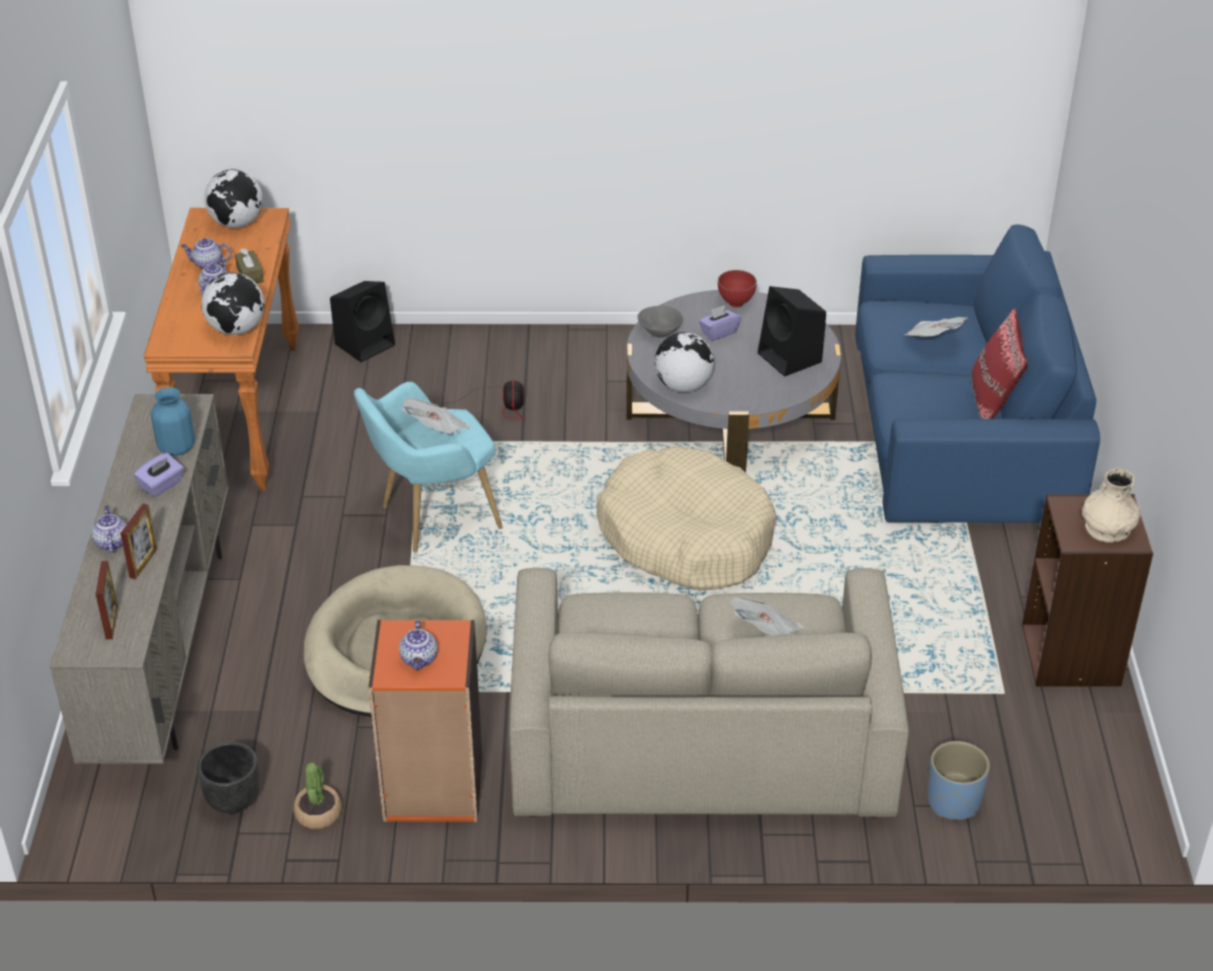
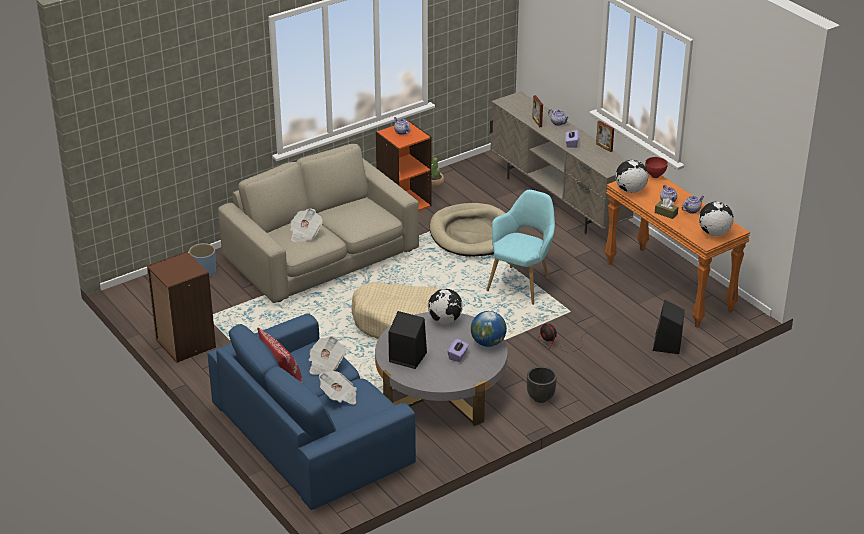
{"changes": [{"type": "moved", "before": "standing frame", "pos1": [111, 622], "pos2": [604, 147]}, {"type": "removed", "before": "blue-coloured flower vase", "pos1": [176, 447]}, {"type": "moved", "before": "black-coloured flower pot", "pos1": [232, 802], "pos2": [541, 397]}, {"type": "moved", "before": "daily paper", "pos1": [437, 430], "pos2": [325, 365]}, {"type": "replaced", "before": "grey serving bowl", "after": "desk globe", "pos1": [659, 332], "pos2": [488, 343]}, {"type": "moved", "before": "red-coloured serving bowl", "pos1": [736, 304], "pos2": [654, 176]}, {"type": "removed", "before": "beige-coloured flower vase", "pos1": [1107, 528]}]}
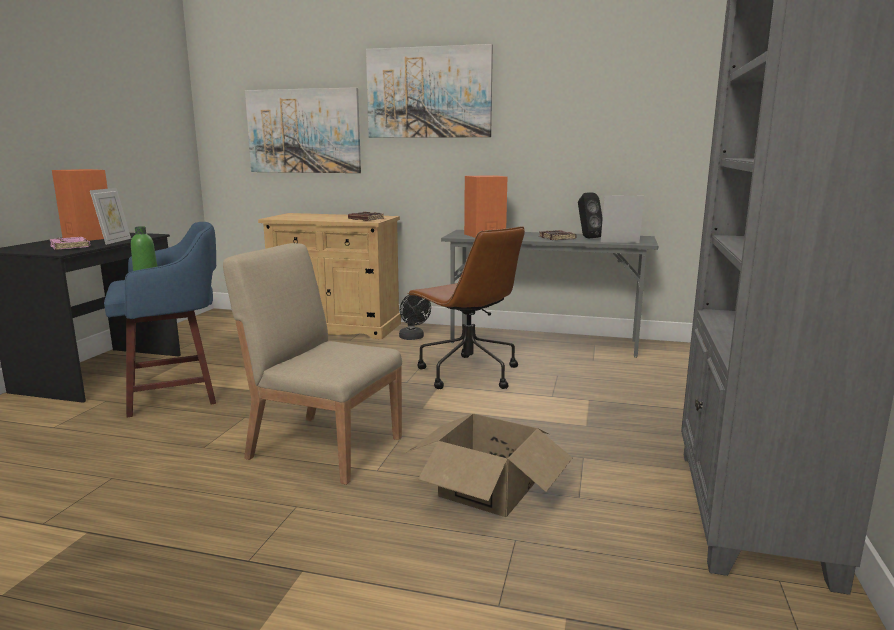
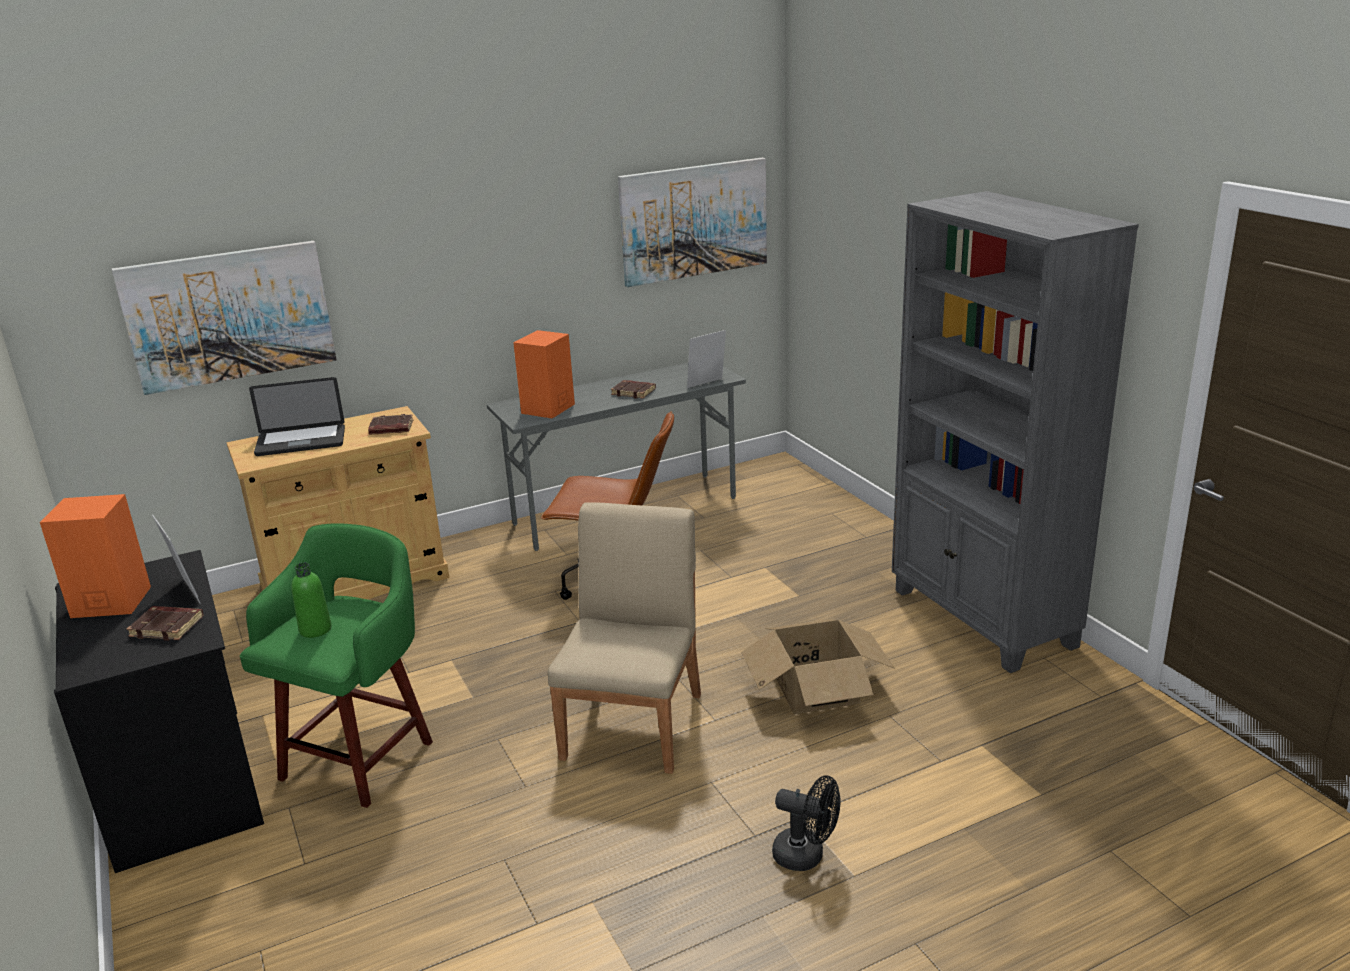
{"changes": [{"type": "recoloured", "before": "pinkish volume", "after": "brown-coloured volume", "pos1": [71, 247], "pos2": [168, 627]}, {"type": "recoloured", "before": "blue-coloured stool seat", "after": "green-coloured stool seat", "pos1": [176, 395], "pos2": [360, 757]}, {"type": "turned", "before": "beige-coloured chair", "pos1": [324, 447], "pos2": [634, 724], "turn": 120}, {"type": "moved", "before": "picture", "pos1": [429, 93], "pos2": [694, 221]}, {"type": "moved", "before": "black-coloured fan", "pos1": [413, 338], "pos2": [806, 856]}, {"type": "removed", "before": "black-coloured speaker", "pos1": [587, 238]}, {"type": "added", "after": "laptop", "pos2": [301, 442]}]}
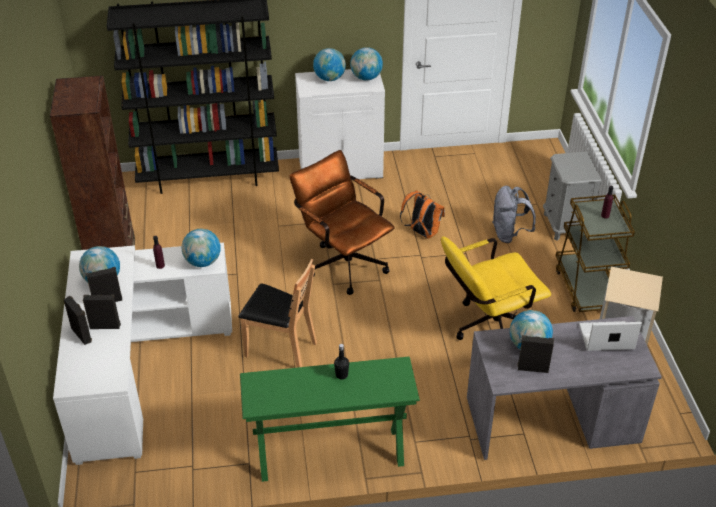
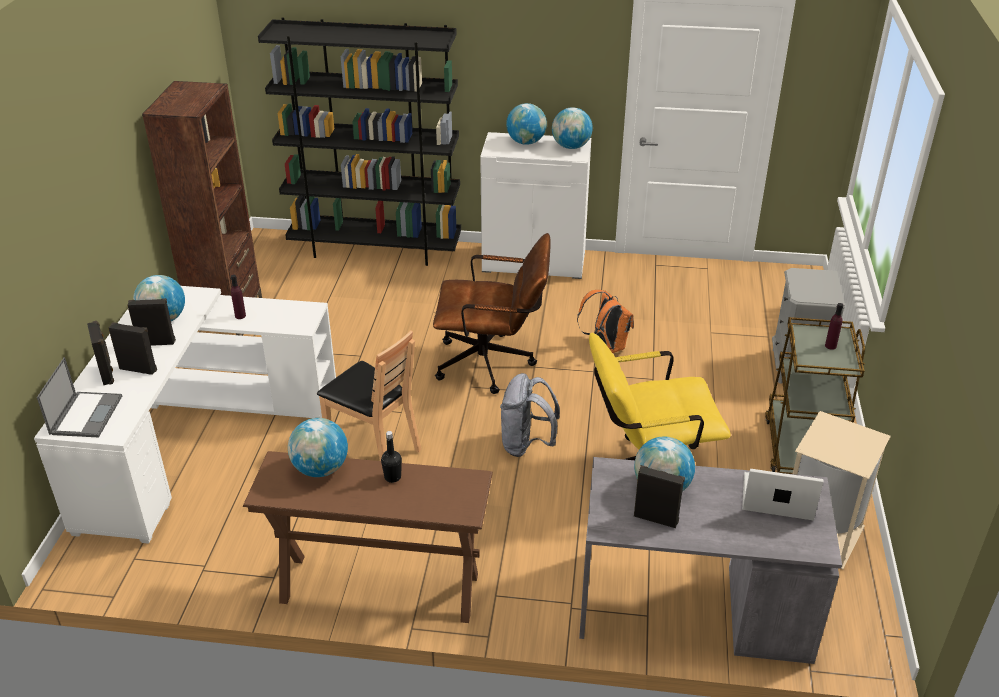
{"changes": [{"type": "moved", "before": "desk globe", "pos1": [202, 262], "pos2": [320, 469]}, {"type": "recoloured", "before": "green-coloured hall table", "after": "brown-coloured hall table", "pos1": [330, 454], "pos2": [379, 588]}, {"type": "turned", "before": "brown-coloured office chair", "pos1": [343, 262], "pos2": [493, 364], "turn": 120}, {"type": "moved", "before": "grey rucksack", "pos1": [509, 234], "pos2": [526, 445]}, {"type": "added", "after": "laptop", "pos2": [86, 414]}]}
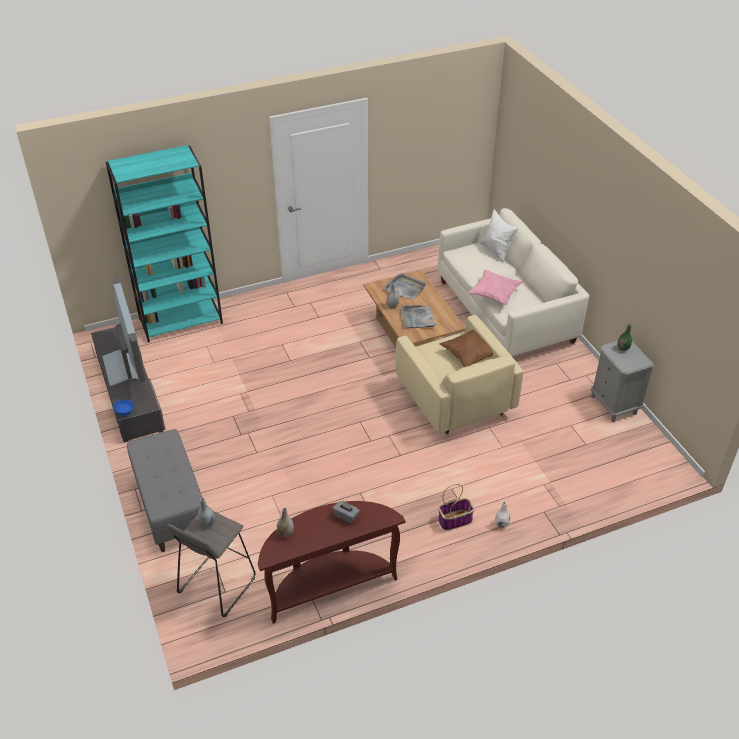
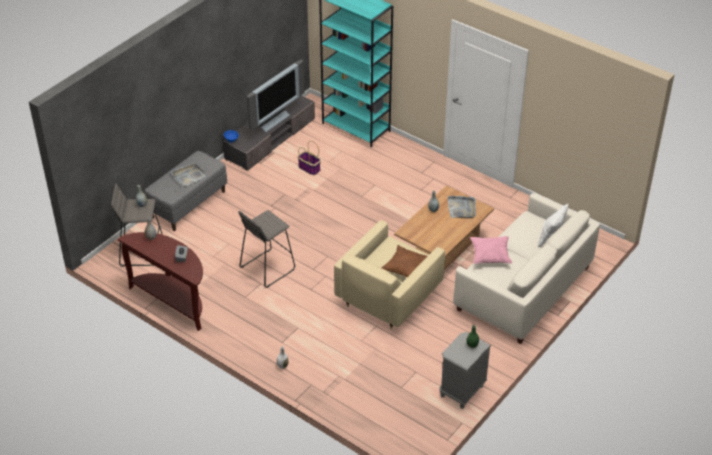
{"changes": [{"type": "moved", "before": "grey serving tray", "pos1": [417, 318], "pos2": [188, 176]}, {"type": "moved", "before": "household basket", "pos1": [455, 520], "pos2": [309, 168]}, {"type": "added", "after": "grey stool seat", "pos2": [267, 268]}]}
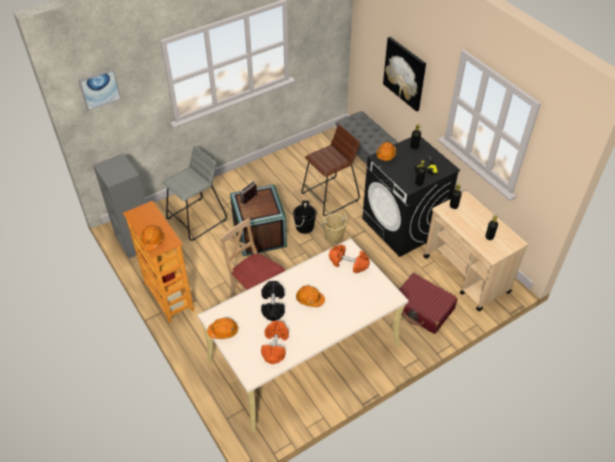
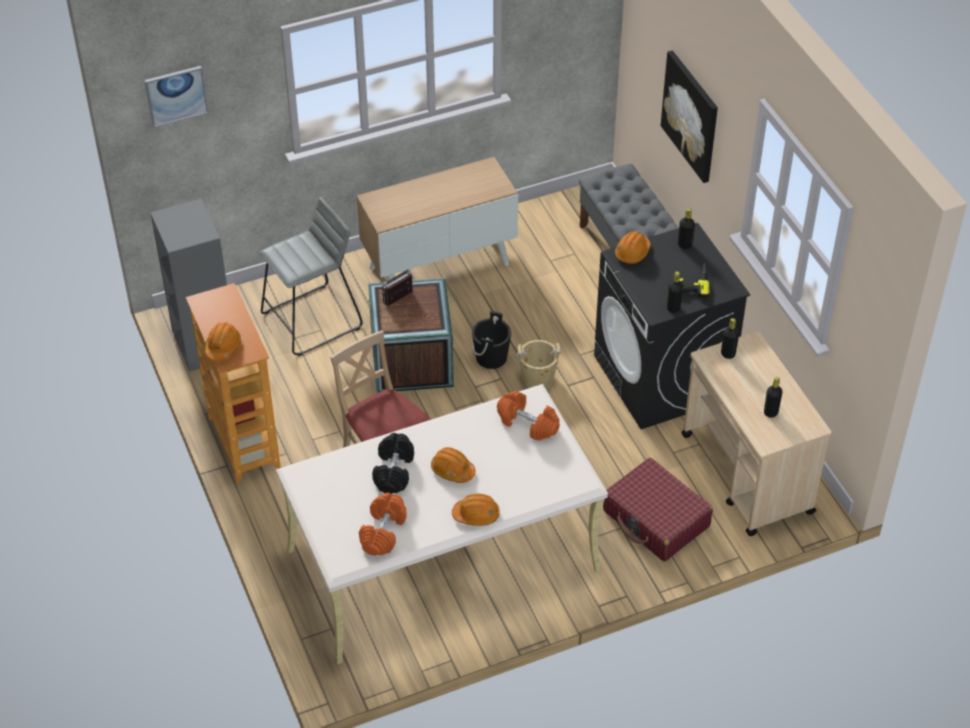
{"changes": [{"type": "moved", "before": "orange work helmet", "pos1": [223, 331], "pos2": [476, 515]}, {"type": "removed", "before": "brown-coloured stool seat", "pos1": [330, 196]}, {"type": "added", "after": "storage cabinet", "pos2": [439, 265]}]}
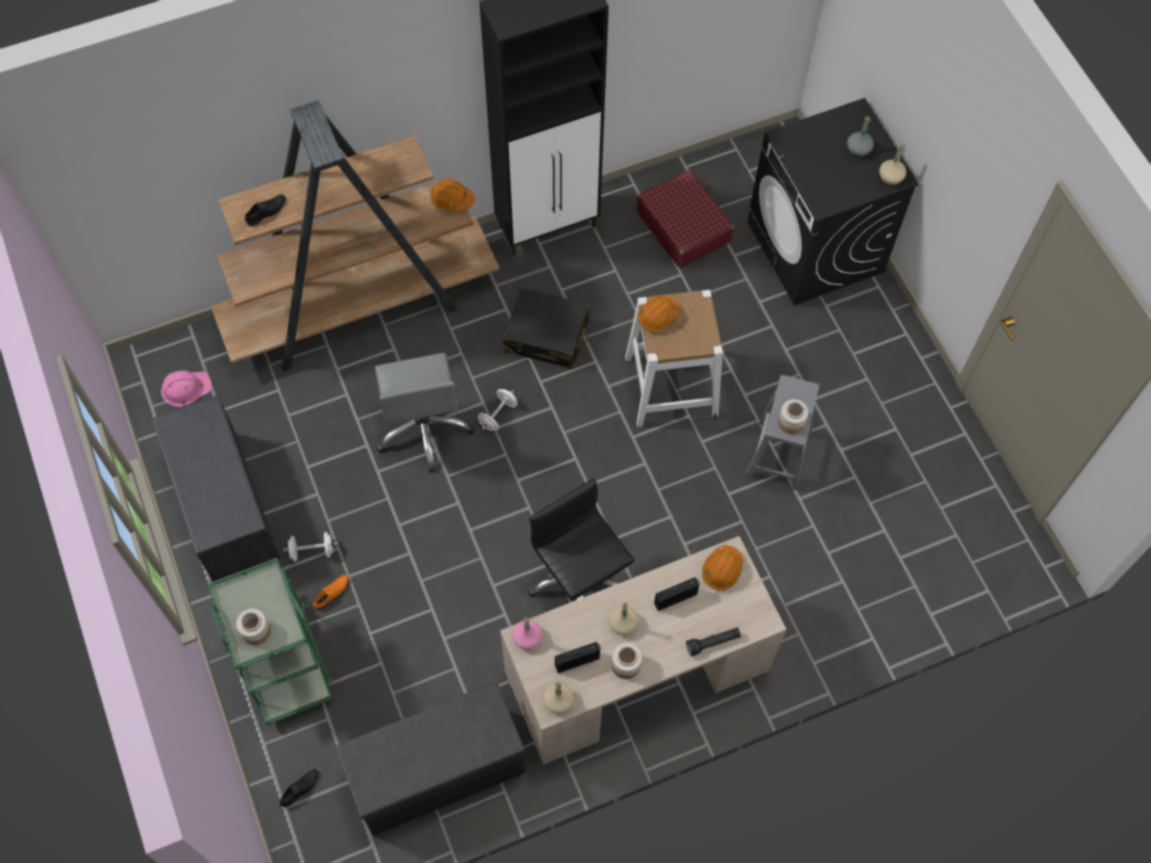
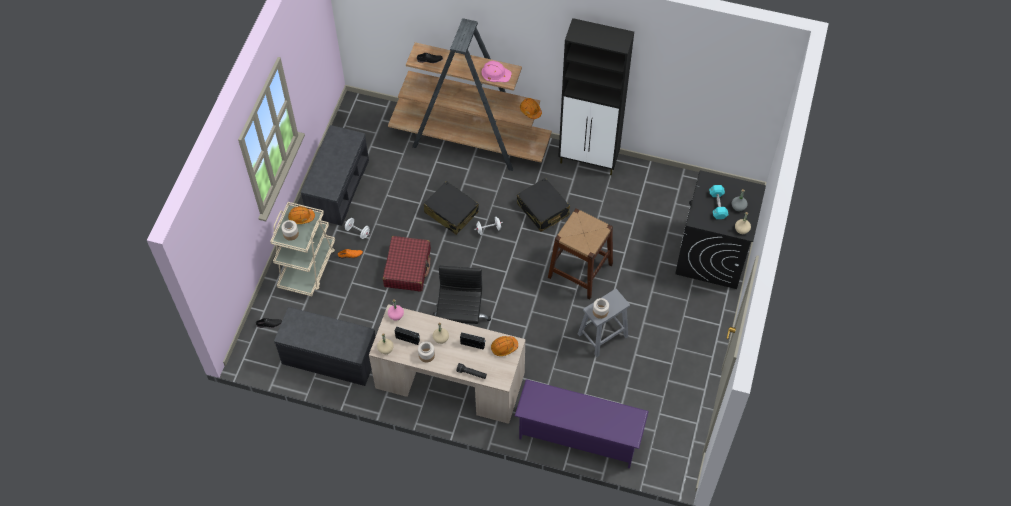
{"changes": [{"type": "moved", "before": "pinkish work helmet", "pos1": [185, 388], "pos2": [496, 73]}, {"type": "recoloured", "before": "green-coloured wheeled cart", "after": "beige-coloured wheeled cart", "pos1": [282, 658], "pos2": [307, 267]}, {"type": "replaced", "before": "grey office chair", "after": "black-coloured travel case", "pos1": [424, 427], "pos2": [451, 212]}, {"type": "recoloured", "before": "white-coloured stool seat", "after": "brown-coloured stool seat", "pos1": [671, 386], "pos2": [580, 270]}, {"type": "moved", "before": "red-coloured travel case", "pos1": [683, 226], "pos2": [407, 268]}, {"type": "moved", "before": "orange work helmet", "pos1": [658, 316], "pos2": [301, 217]}, {"type": "added", "after": "purple-coloured shoe stand", "pos2": [578, 436]}, {"type": "added", "after": "turquoise-coloured dumbbell", "pos2": [717, 205]}]}
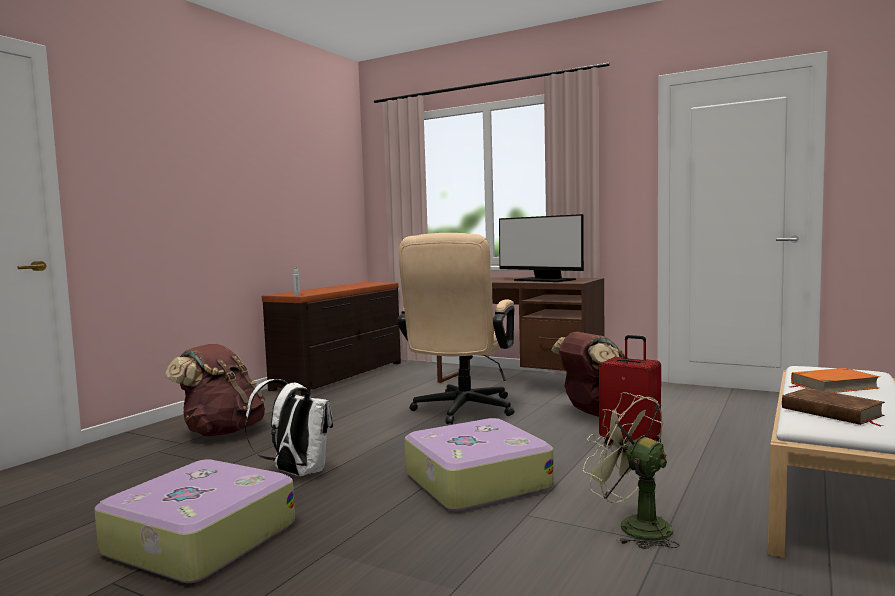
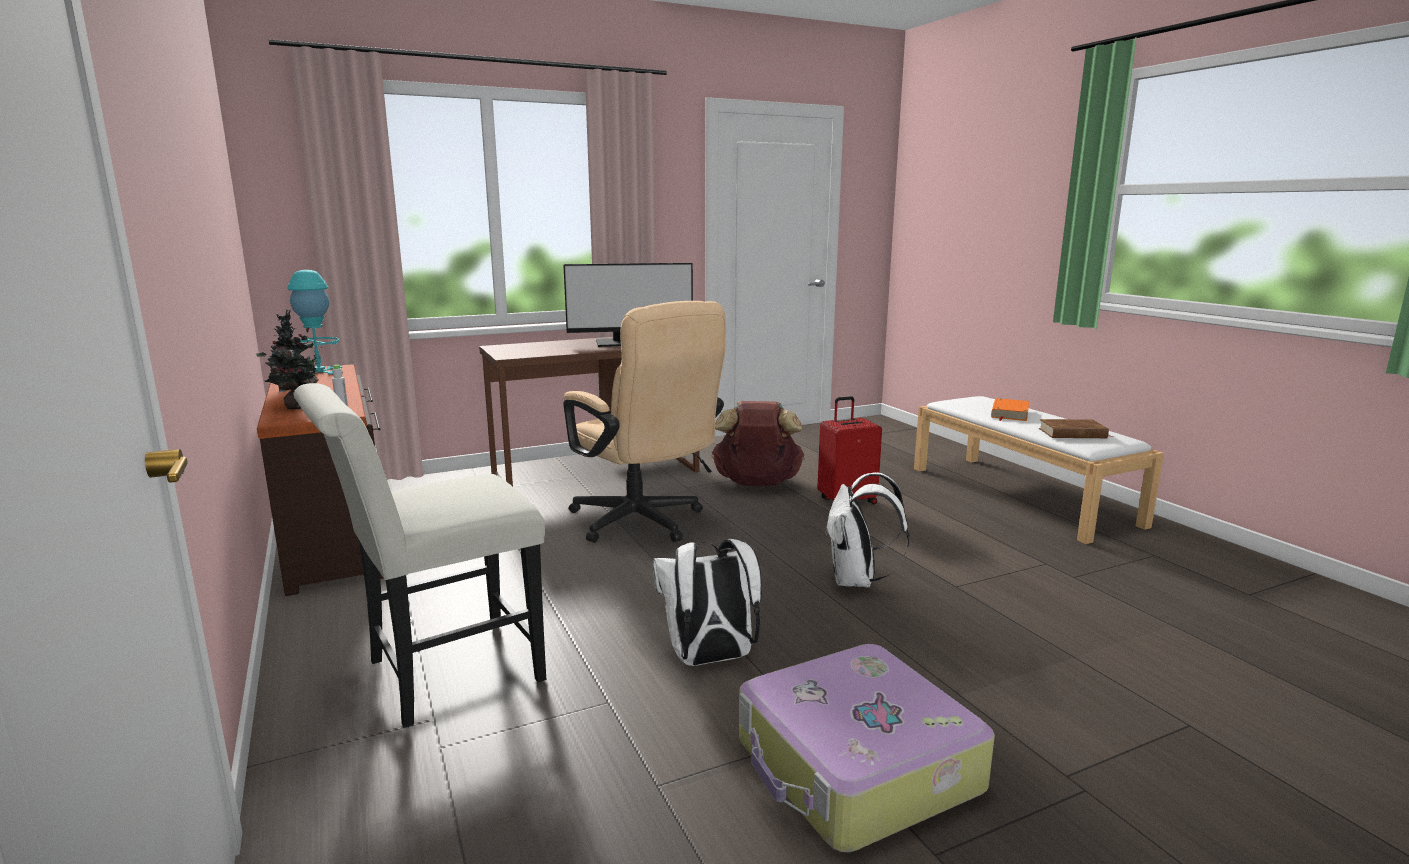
{"changes": [{"type": "replaced", "before": "brown-coloured rucksack", "after": "white-coloured chair", "pos1": [222, 432], "pos2": [442, 674]}, {"type": "replaced", "before": "travel case", "after": "white-coloured rucksack", "pos1": [475, 481], "pos2": [857, 581]}, {"type": "removed", "before": "green-coloured fan", "pos1": [633, 526]}, {"type": "added", "after": "plant in a pot", "pos2": [296, 407]}, {"type": "added", "after": "turquoise-coloured table lamp", "pos2": [319, 371]}]}
